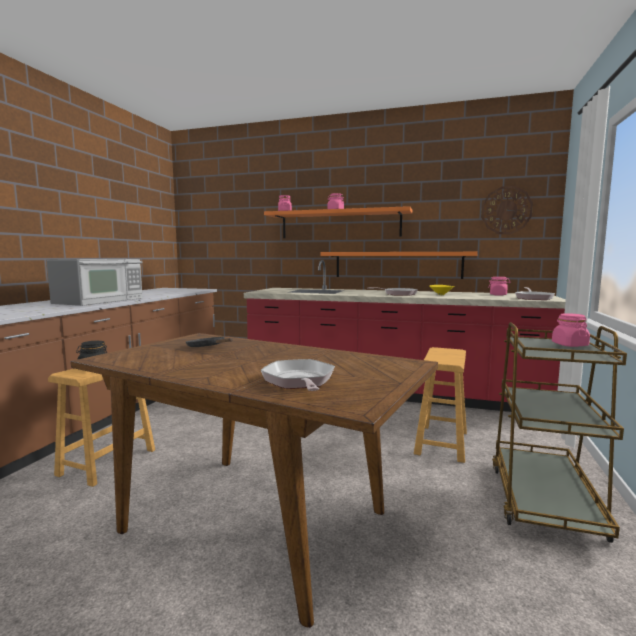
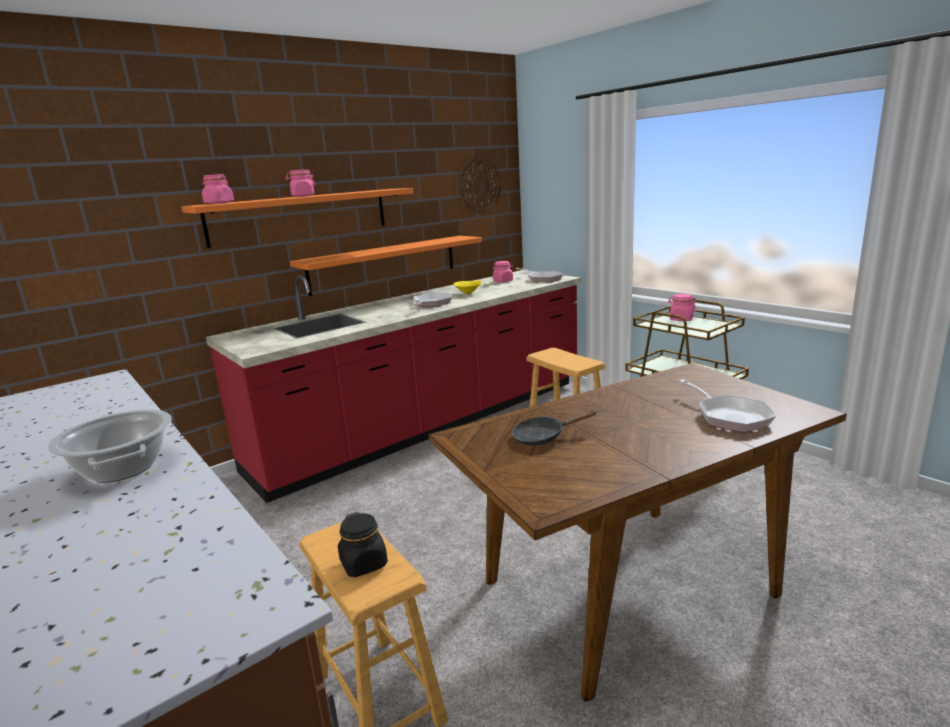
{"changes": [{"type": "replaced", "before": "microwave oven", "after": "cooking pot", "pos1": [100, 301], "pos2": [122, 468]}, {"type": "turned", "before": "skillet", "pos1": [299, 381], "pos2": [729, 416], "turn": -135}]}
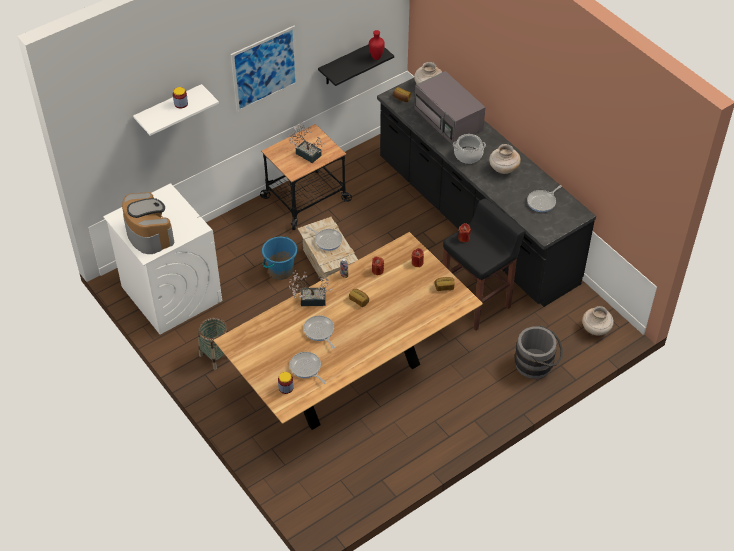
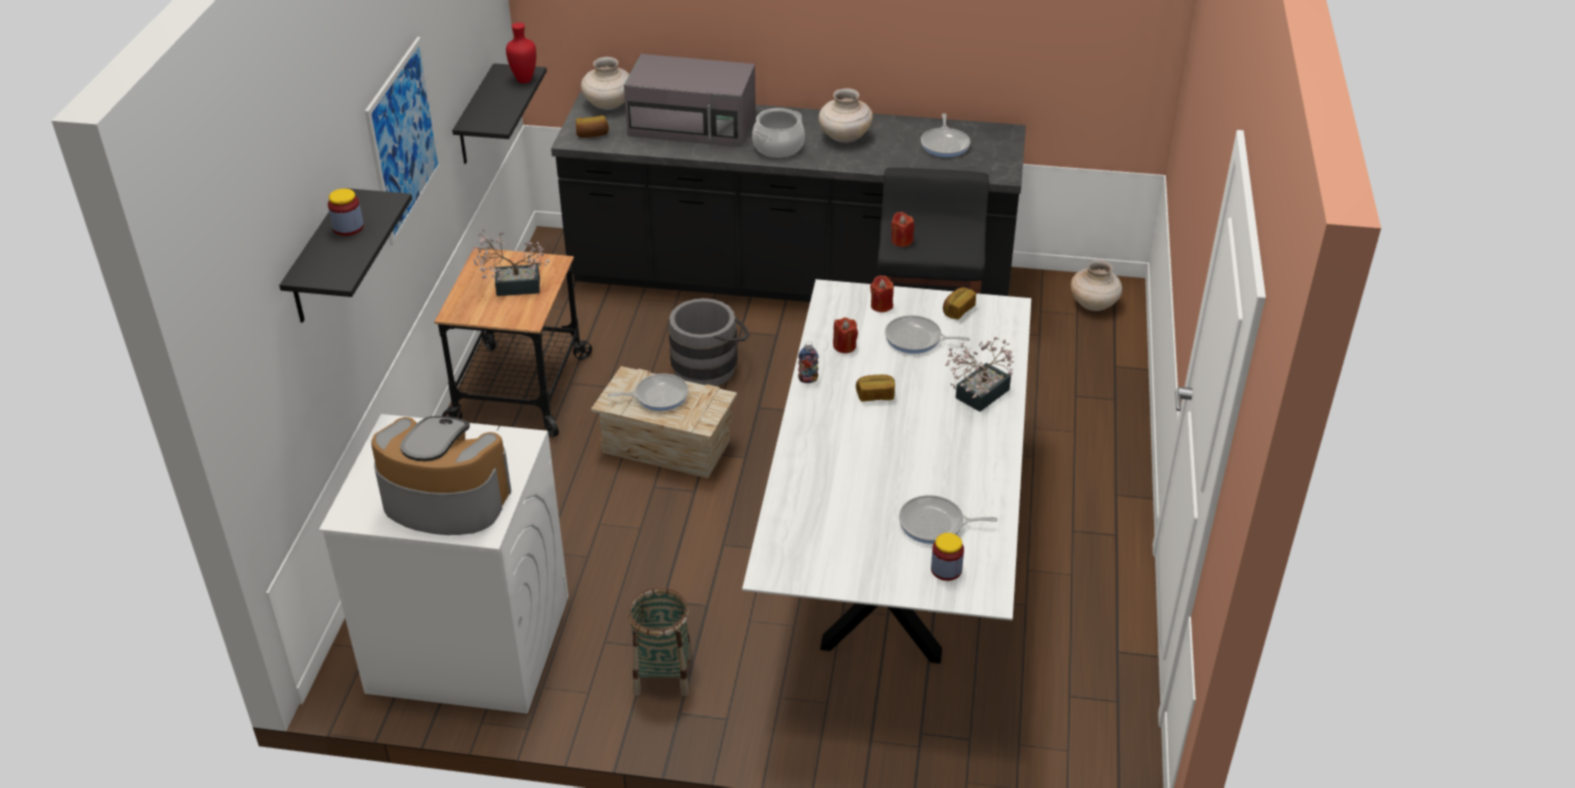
{"changes": [{"type": "recoloured", "before": "white-coloured bracket shelf", "after": "black-coloured bracket shelf", "pos1": [169, 110], "pos2": [318, 260]}, {"type": "recoloured", "before": "brown-coloured dinner table", "after": "white-coloured dinner table", "pos1": [350, 377], "pos2": [894, 559]}, {"type": "removed", "before": "blue-coloured pail", "pos1": [280, 270]}, {"type": "moved", "before": "plant in a pot", "pos1": [309, 299], "pos2": [977, 396]}, {"type": "moved", "before": "skillet", "pos1": [319, 331], "pos2": [916, 339]}, {"type": "moved", "before": "grey pail", "pos1": [537, 364], "pos2": [709, 366]}]}
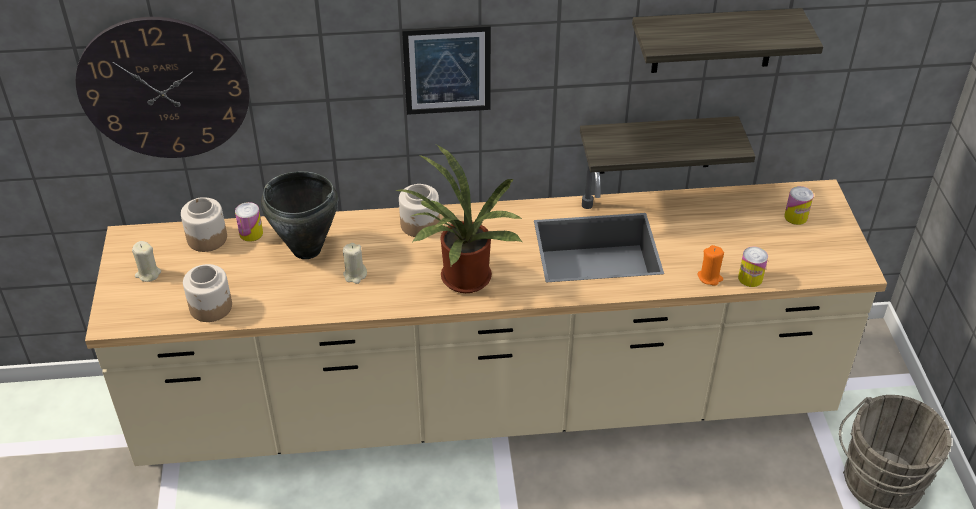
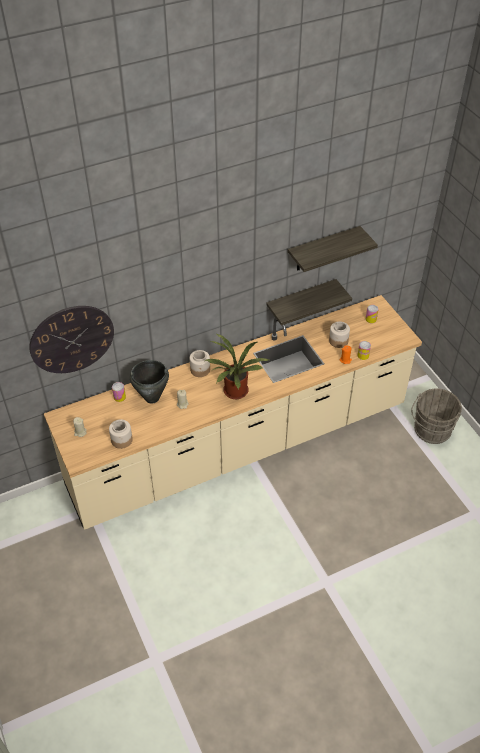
{"changes": [{"type": "moved", "before": "jar", "pos1": [207, 238], "pos2": [338, 341]}, {"type": "removed", "before": "picture", "pos1": [447, 70]}]}
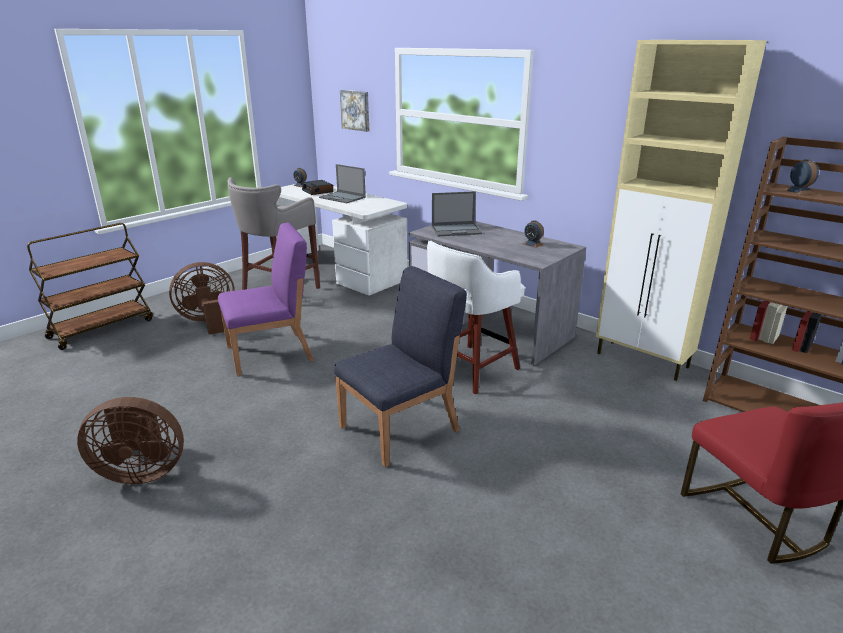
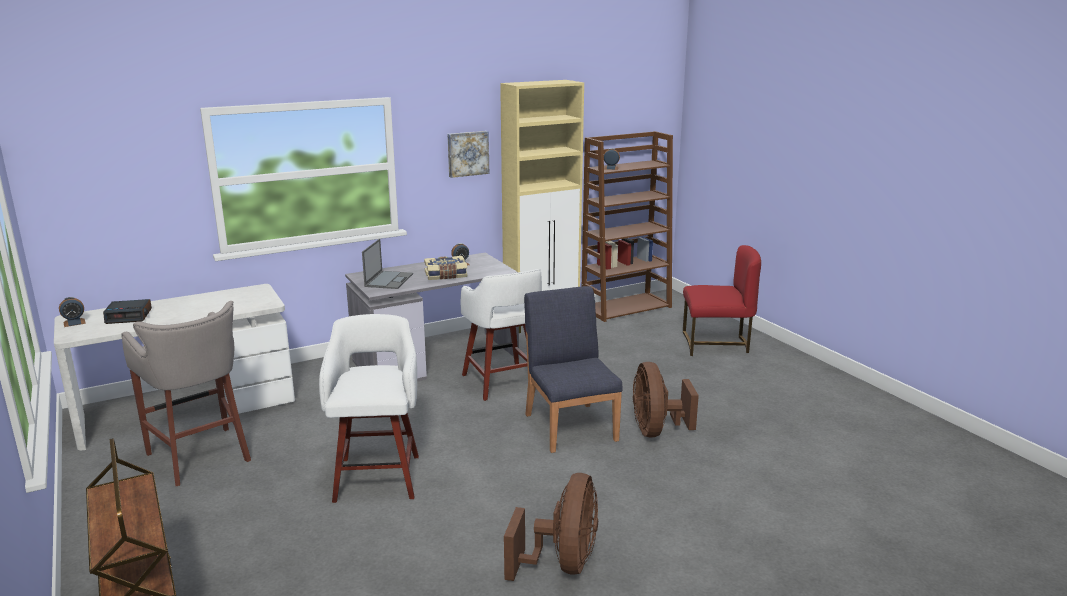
{"changes": [{"type": "moved", "before": "brown-coloured fan", "pos1": [210, 322], "pos2": [656, 430]}, {"type": "replaced", "before": "purple-coloured chair", "after": "white-coloured stool seat", "pos1": [271, 353], "pos2": [378, 476]}, {"type": "removed", "before": "laptop", "pos1": [343, 197]}, {"type": "moved", "before": "picture", "pos1": [356, 110], "pos2": [467, 153]}, {"type": "added", "after": "volume", "pos2": [446, 275]}]}
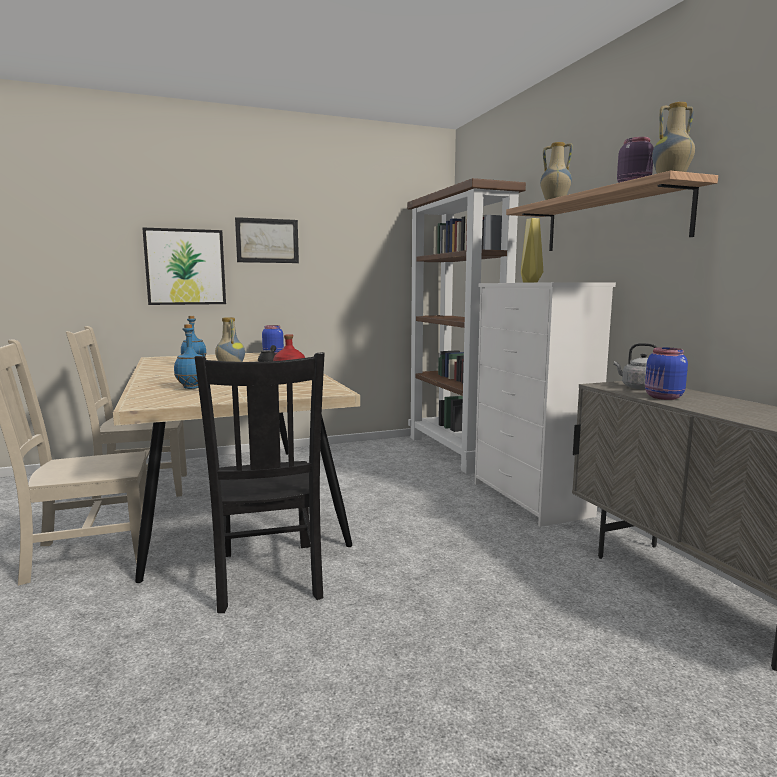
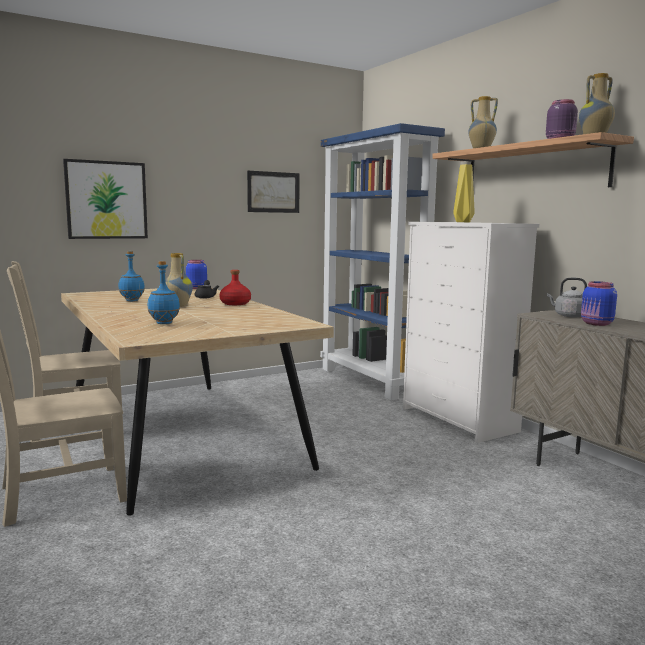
{"changes": [{"type": "removed", "before": "black-coloured chair", "pos1": [268, 577]}, {"type": "moved", "before": "picture", "pos1": [267, 240], "pos2": [273, 192]}, {"type": "recoloured", "before": "brown-coloured shelving unit", "after": "blue-coloured shelving unit", "pos1": [456, 452], "pos2": [372, 381]}]}
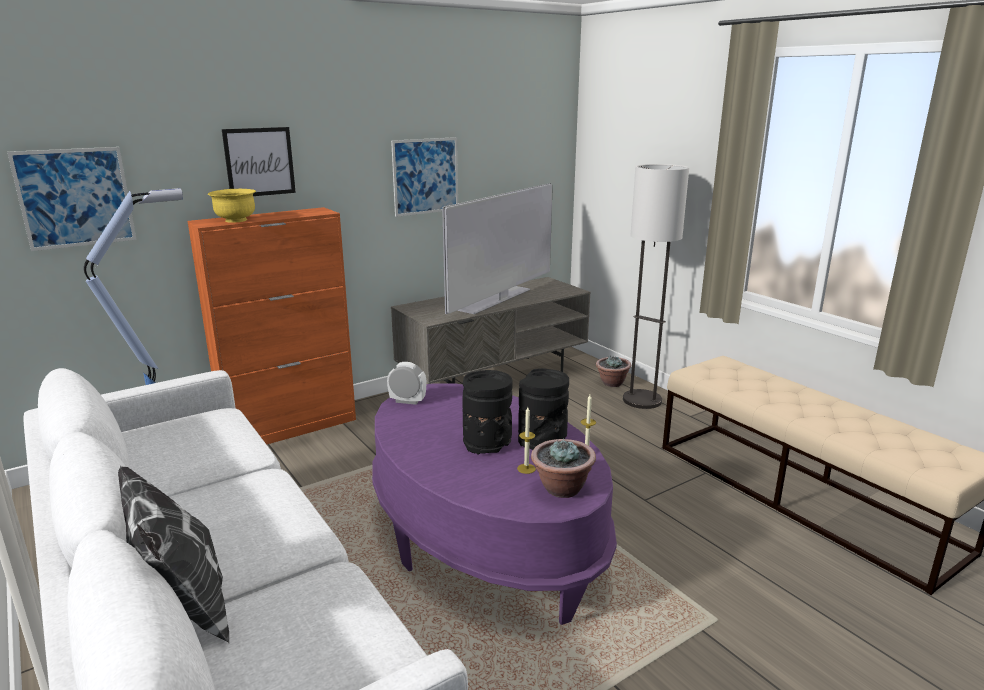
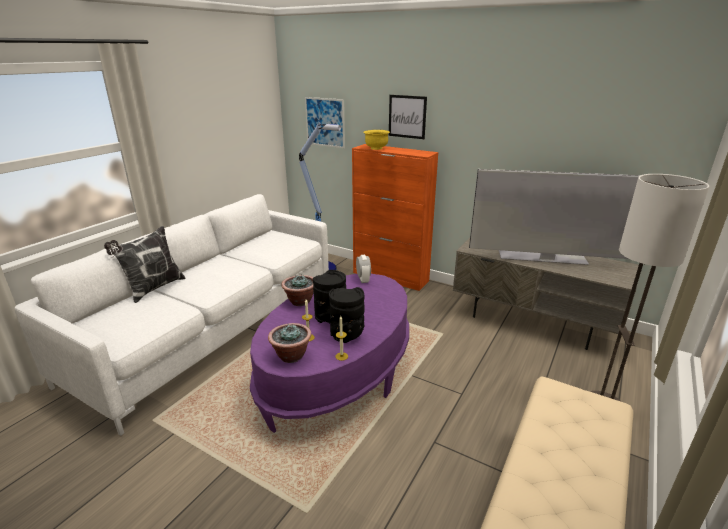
{"changes": [{"type": "removed", "before": "picture", "pos1": [425, 176]}, {"type": "moved", "before": "plant in a pot", "pos1": [612, 383], "pos2": [300, 301]}]}
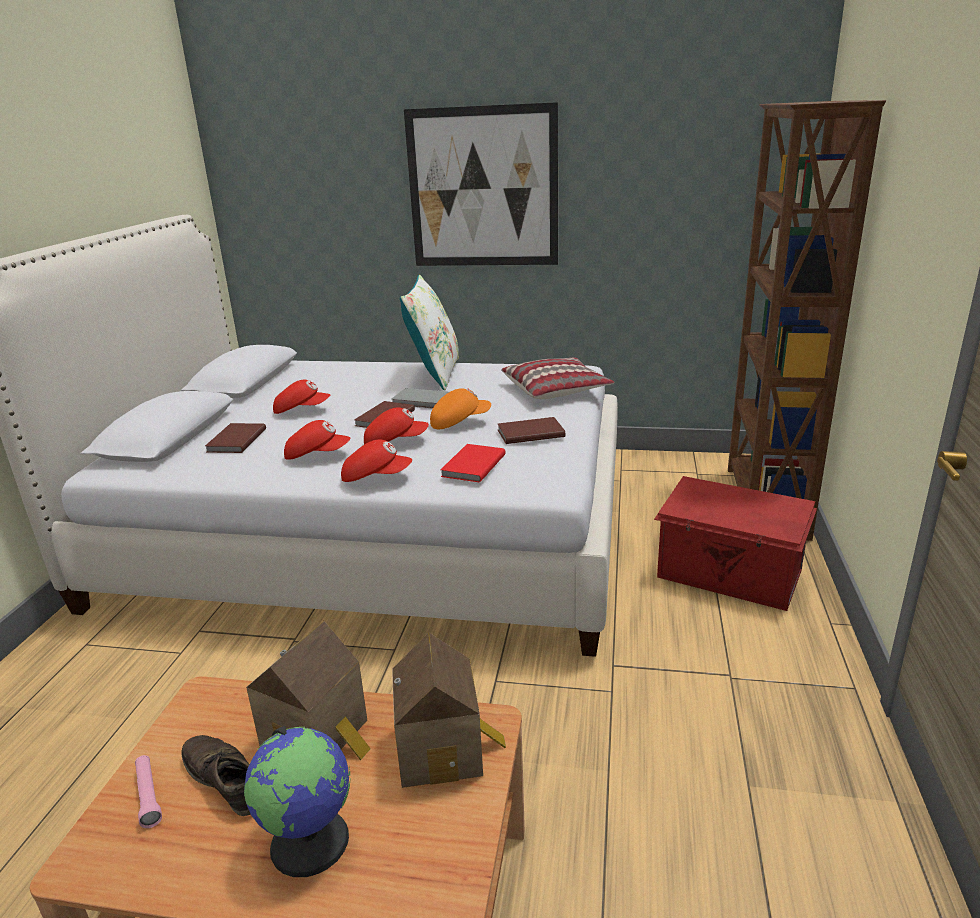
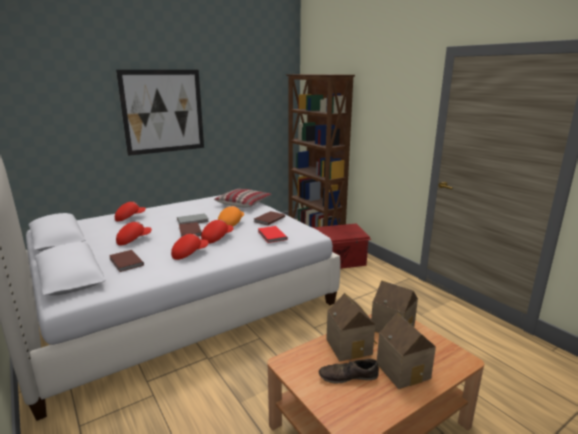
{"changes": [{"type": "removed", "before": "pinkish hand torch", "pos1": [148, 796]}, {"type": "replaced", "before": "desk globe", "after": "miniature house", "pos1": [311, 840], "pos2": [404, 370]}, {"type": "moved", "before": "red-coloured cap", "pos1": [376, 477], "pos2": [130, 218]}, {"type": "removed", "before": "white-coloured cushion", "pos1": [434, 374]}]}
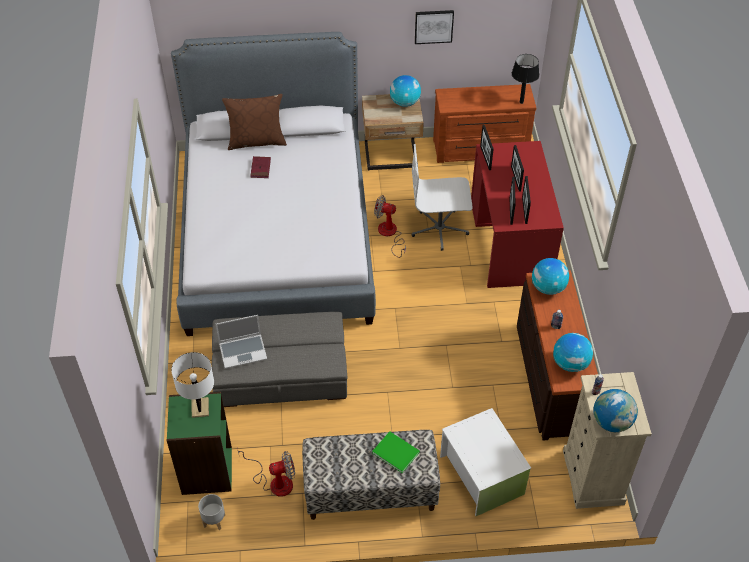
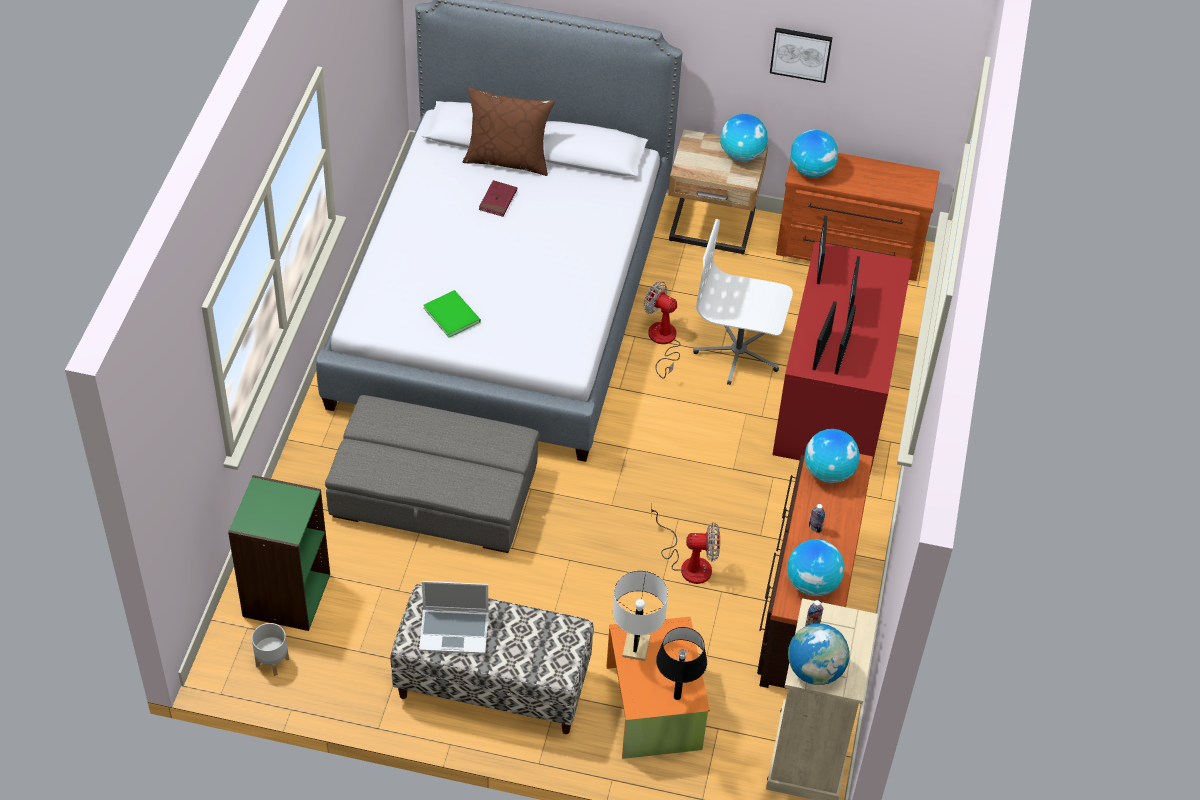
{"changes": [{"type": "moved", "before": "white-coloured table lamp", "pos1": [200, 408], "pos2": [636, 646]}, {"type": "moved", "before": "laptop", "pos1": [243, 351], "pos2": [455, 631]}, {"type": "moved", "before": "fan", "pos1": [274, 481], "pos2": [688, 563]}, {"type": "moved", "before": "green-coloured volume", "pos1": [395, 451], "pos2": [452, 313]}, {"type": "recoloured", "before": "white-coloured storage bin", "after": "orange storage bin", "pos1": [482, 474], "pos2": [655, 706]}, {"type": "moved", "before": "black-coloured table lamp", "pos1": [521, 102], "pos2": [677, 696]}, {"type": "added", "after": "desk globe", "pos2": [811, 170]}]}
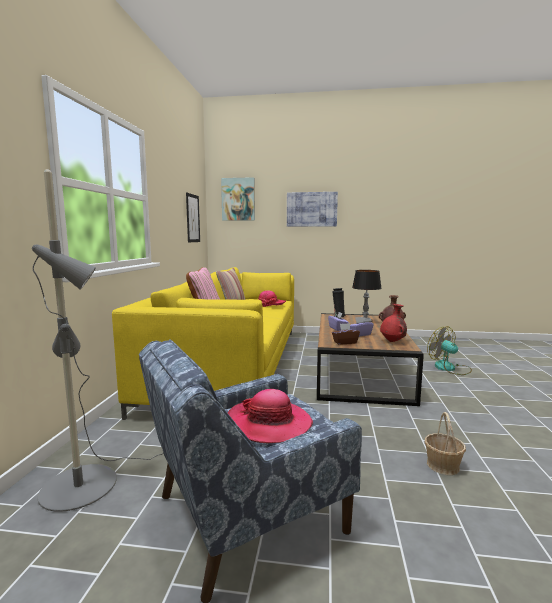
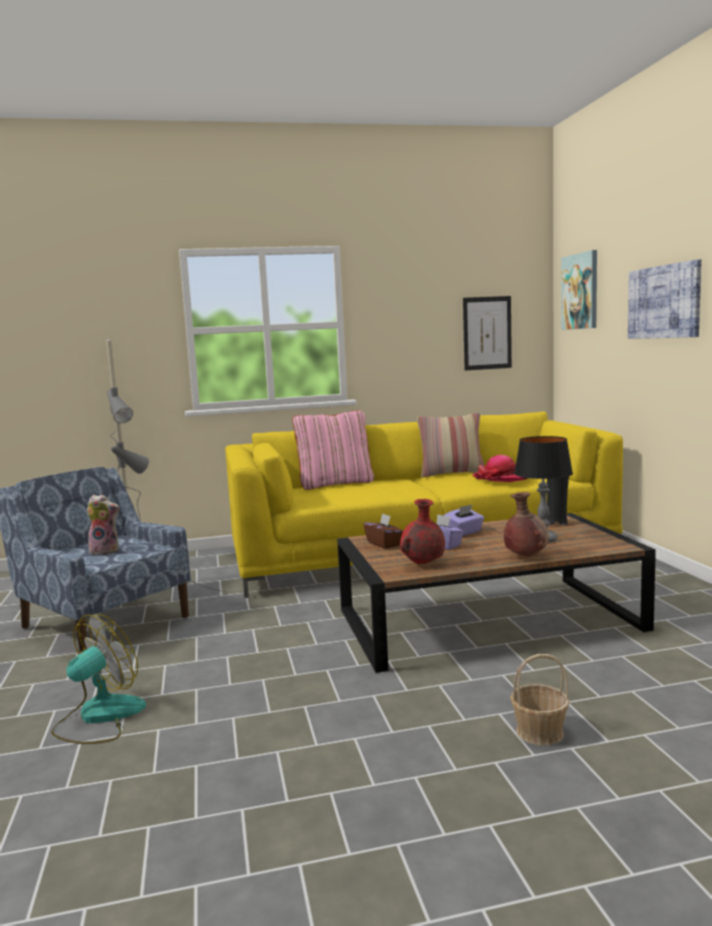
{"changes": [{"type": "replaced", "before": "hat", "after": "soft toy", "pos1": [269, 423], "pos2": [106, 551]}, {"type": "moved", "before": "household basket", "pos1": [442, 465], "pos2": [539, 732]}, {"type": "moved", "before": "fan", "pos1": [449, 368], "pos2": [99, 717]}]}
